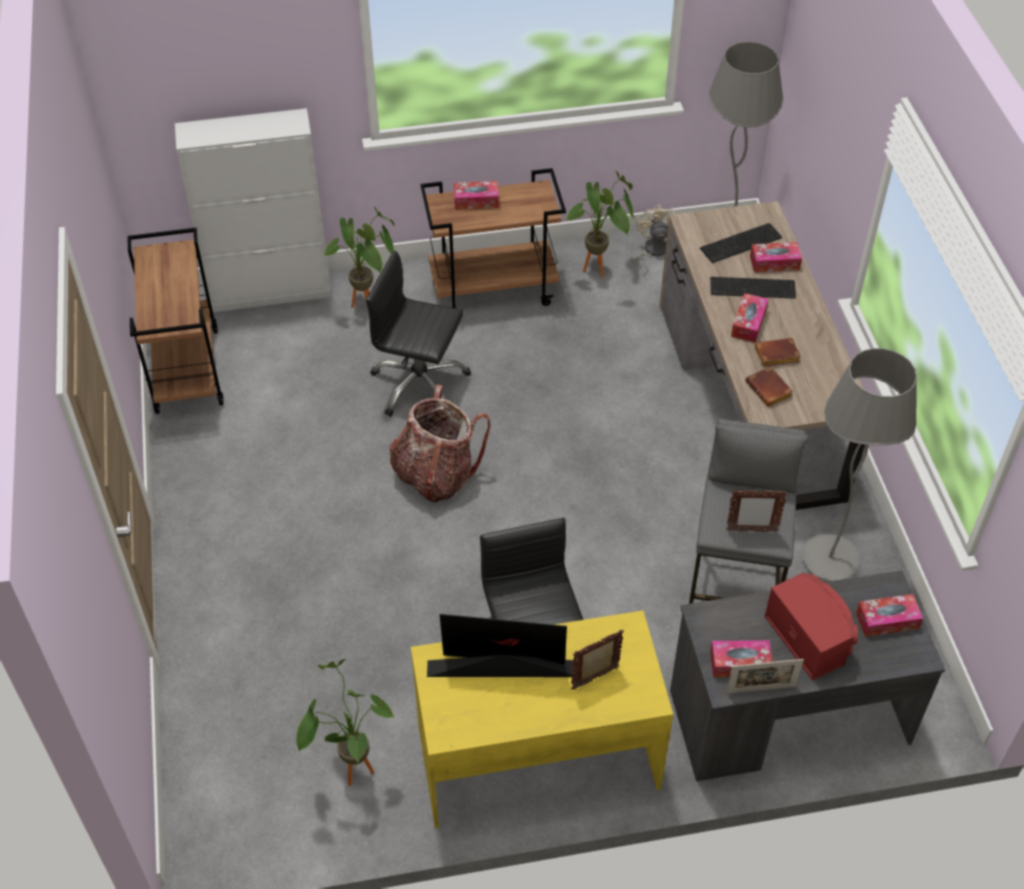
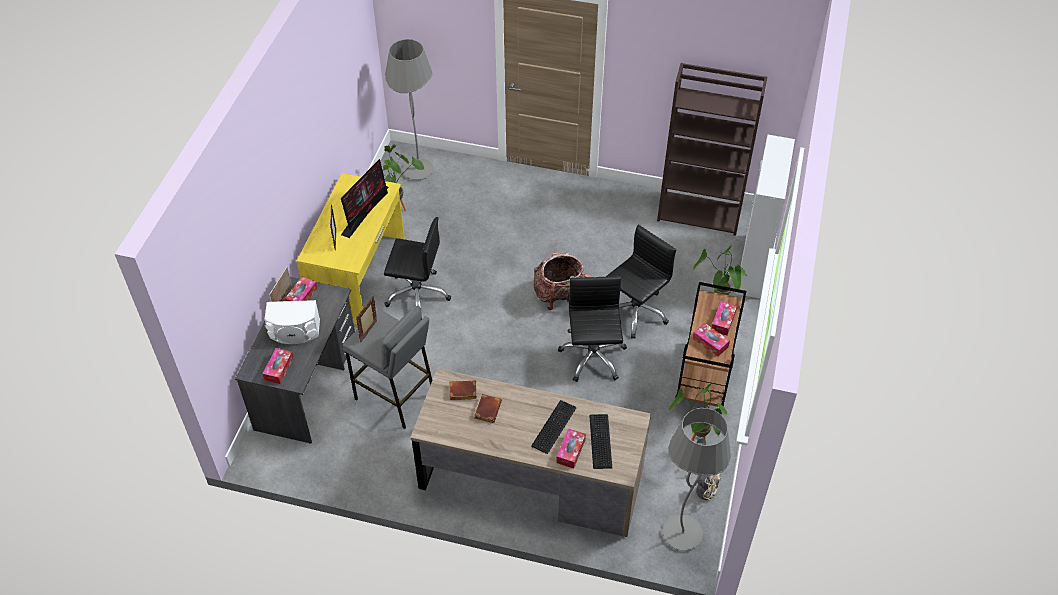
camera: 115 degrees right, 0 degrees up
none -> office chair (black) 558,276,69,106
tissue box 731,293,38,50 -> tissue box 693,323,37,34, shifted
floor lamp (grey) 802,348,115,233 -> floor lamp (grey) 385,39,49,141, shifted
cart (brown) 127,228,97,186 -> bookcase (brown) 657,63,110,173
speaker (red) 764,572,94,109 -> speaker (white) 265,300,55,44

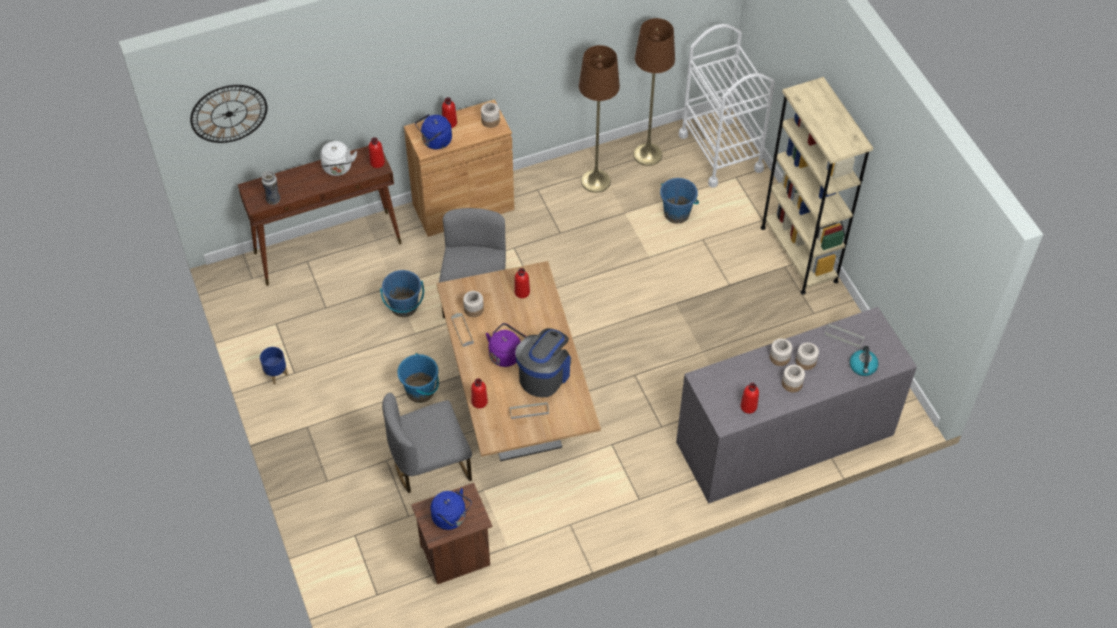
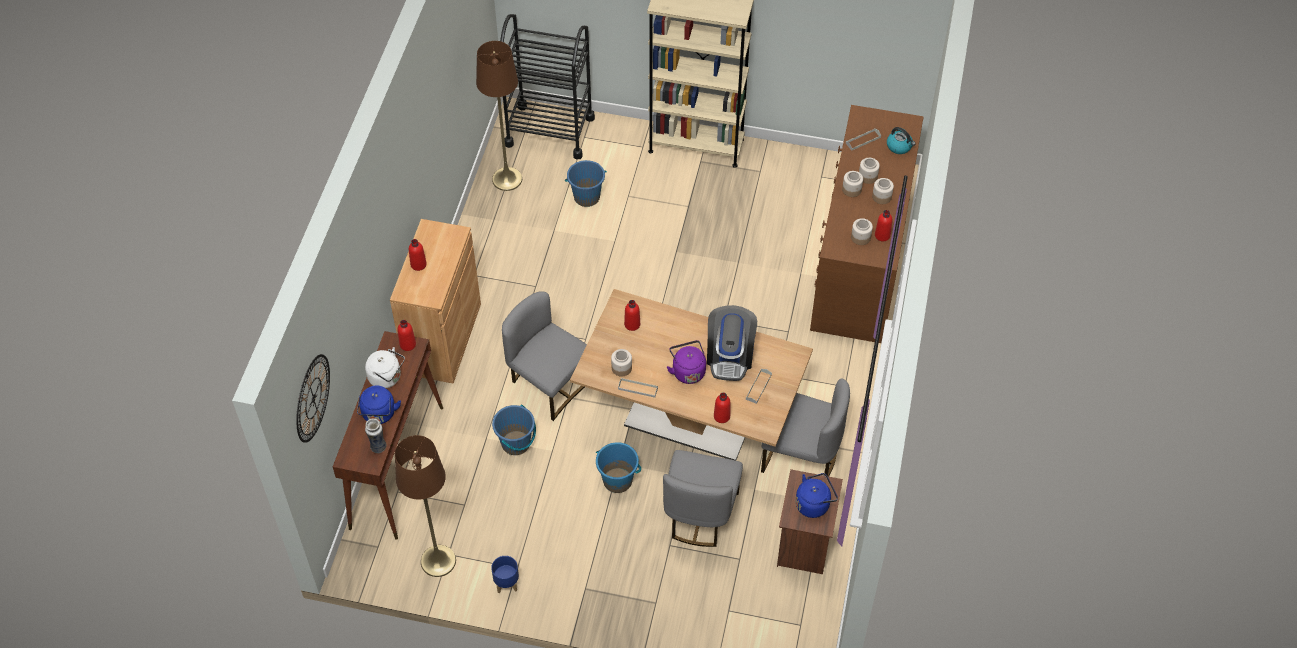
camera: 55 degrees left, 0 degrees up
none -> chair (grey) 761,378,89,98
kettle (blue) 415,114,37,35 -> kettle (blue) 357,385,44,39, shifted
jar 481,103,19,25 -> jar 851,218,22,27, shifted
floor lamp (brown) 579,45,41,148 -> floor lamp (brown) 395,435,61,142, shifted
dresser (grey) 676,307,241,196 -> dresser (brown) 810,105,114,238
cart (white) 679,24,96,164 -> cart (black) 500,14,95,145
coffee machine 515,328,56,69 -> coffee machine 707,305,50,76, 150 degrees counterclockwise

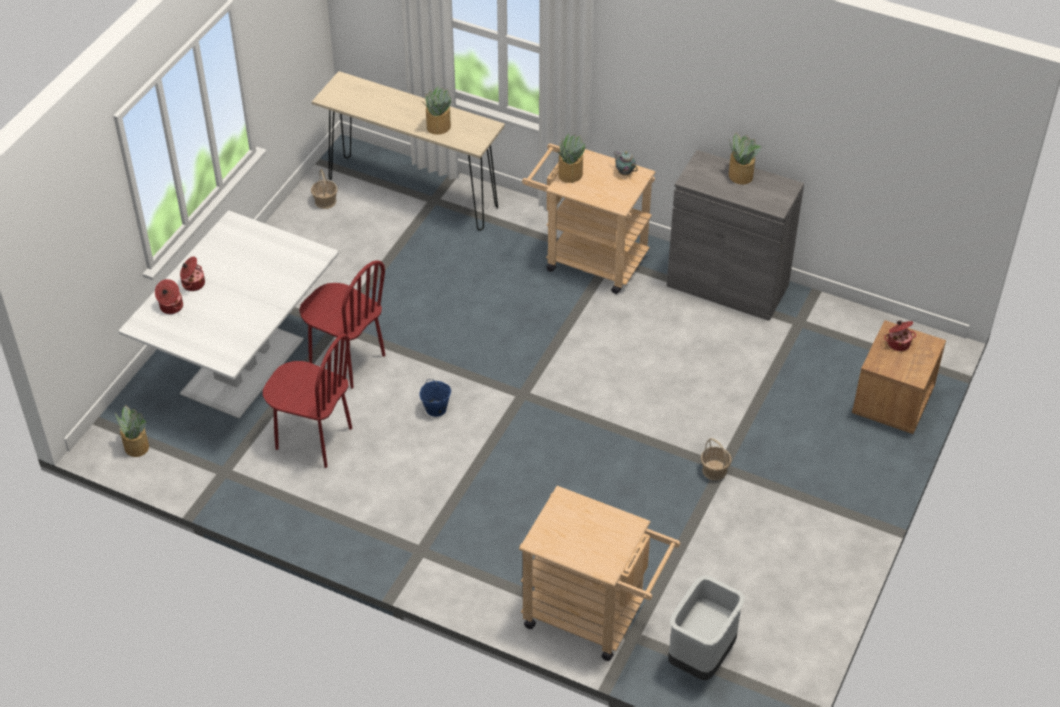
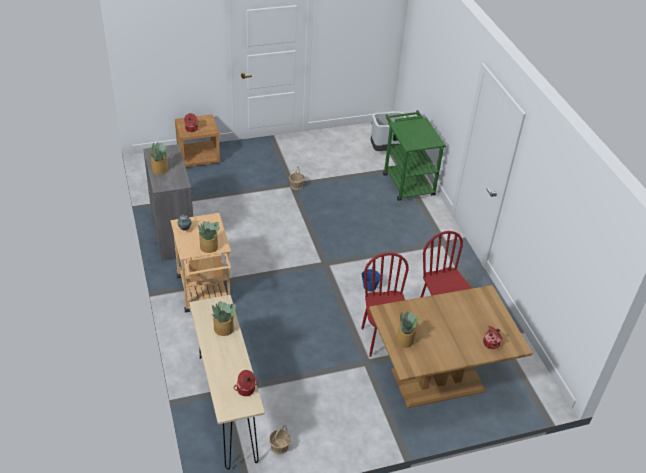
camera: 135 degrees left, 5 degrees down
potted plant 115,405,34,52 -> potted plant 396,311,23,37, shifted
cooking pot 180,256,25,35 -> cooking pot 234,370,24,26, shifted
dining table (white) 119,210,220,208 -> dining table (brown) 369,285,163,123
cart (beige) 519,486,161,175 -> cart (green) 383,110,63,91

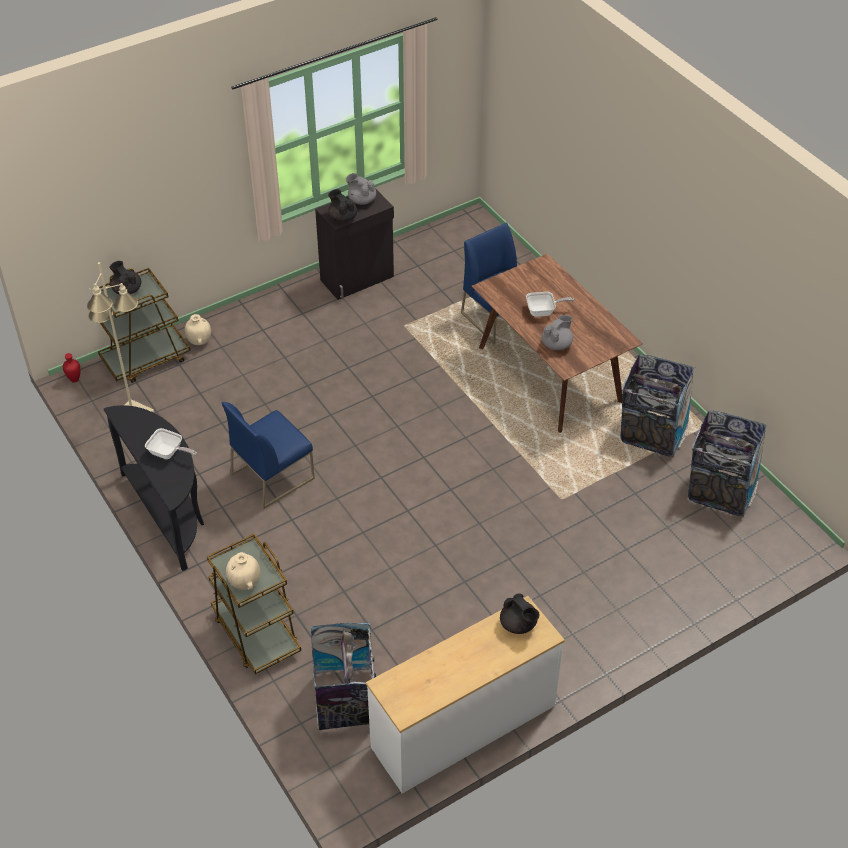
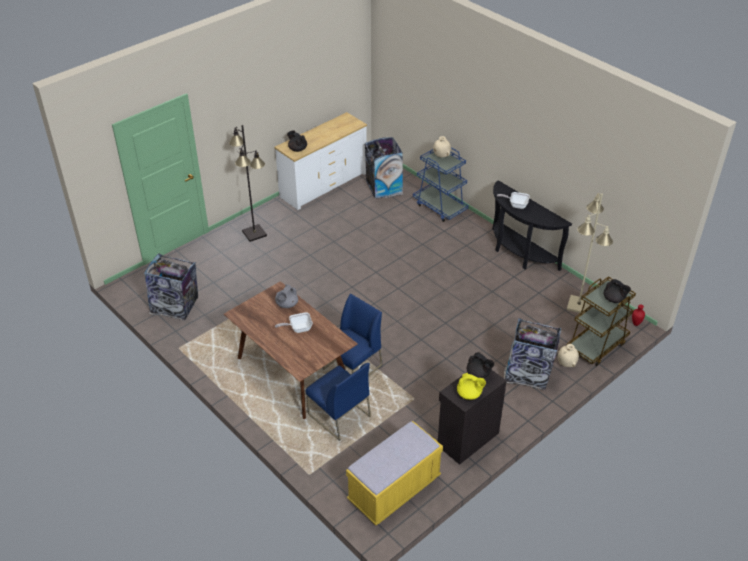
camera: 170 degrees right, 5 degrees down
none -> floor lamp (black) 229,125,38,117
none -> bench (yellow) 346,421,97,104
chair (blue) 221,402,94,107 -> chair (blue) 322,293,61,84, shifted
trash can 620,354,74,103 -> trash can 504,318,57,72, shifted
cart (brown) 207,534,94,140 -> cart (blue) 413,147,56,75
teapot (grey) 346,173,30,32 -> teapot (yellow) 457,373,29,27

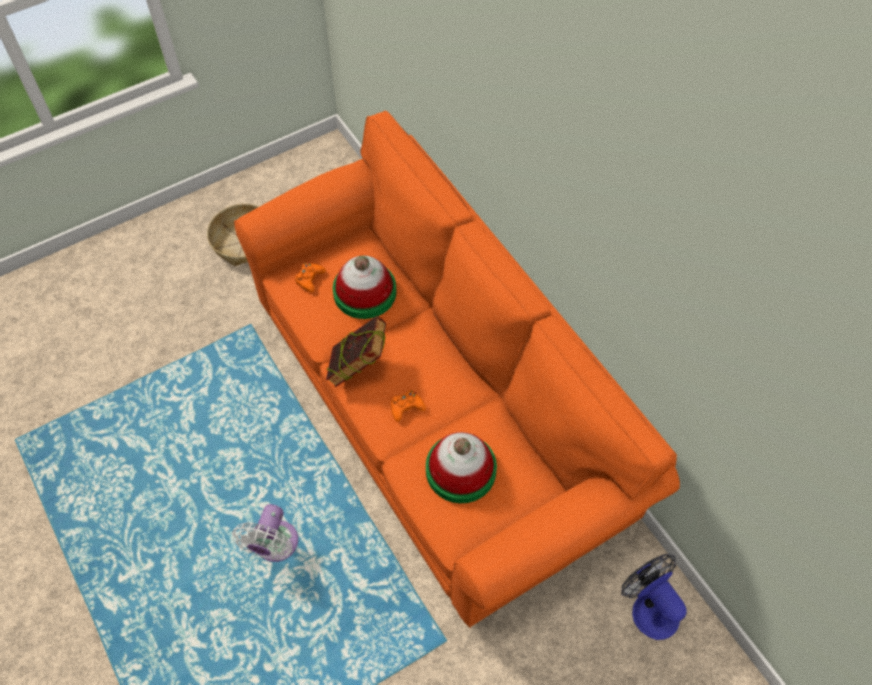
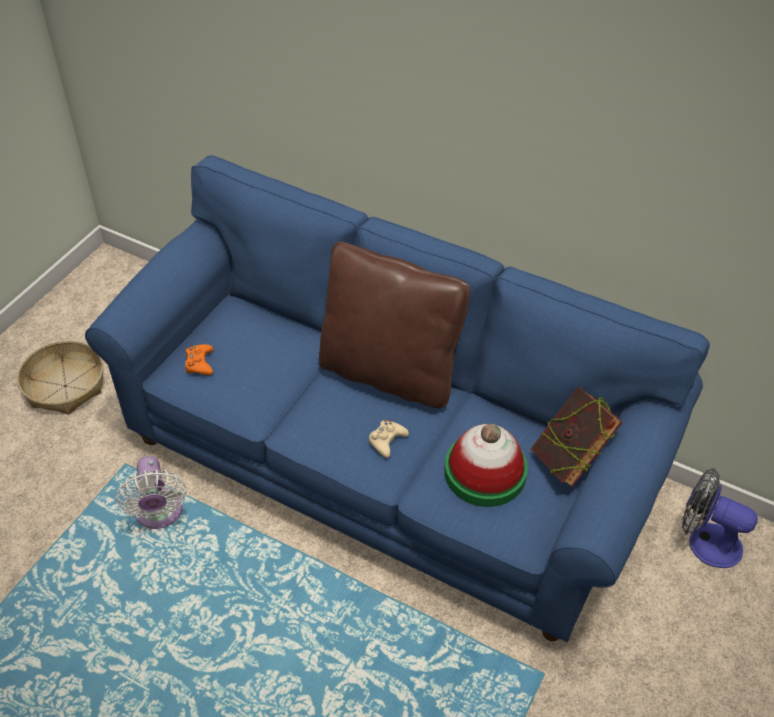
camera: 30 degrees left, 10 degrees down
hat 333,256,64,63 -> none
none -> pillow (brown) 319,242,151,166
fan (white) 232,504,66,58 -> fan (white) 115,456,72,73, shifted
book 326,316,60,71 -> book 531,387,92,100, shifted
sofa (orange) 234,111,446,517 -> sofa (blue) 85,155,625,487
game controller (orange) 391,390,35,32 -> game controller (beige) 369,420,40,38

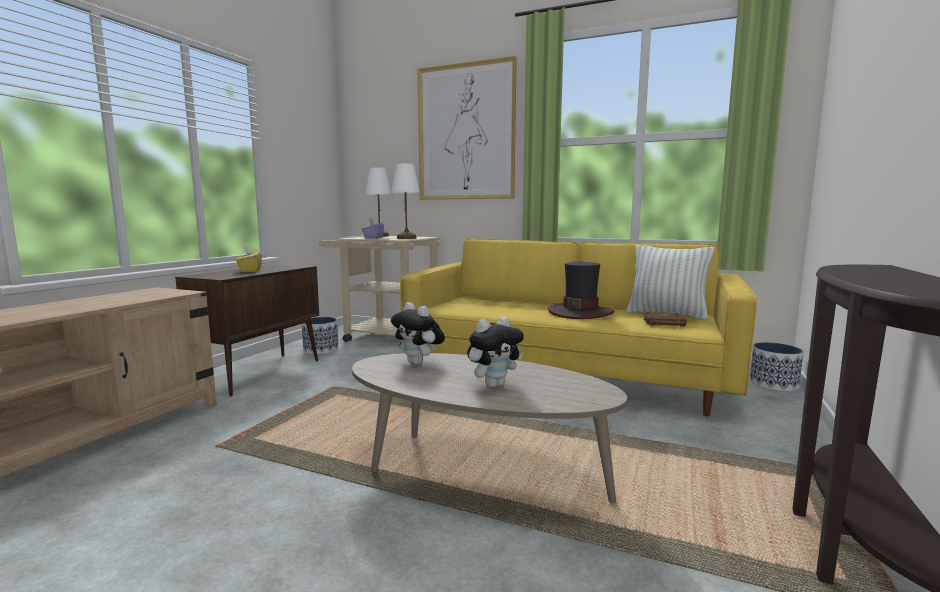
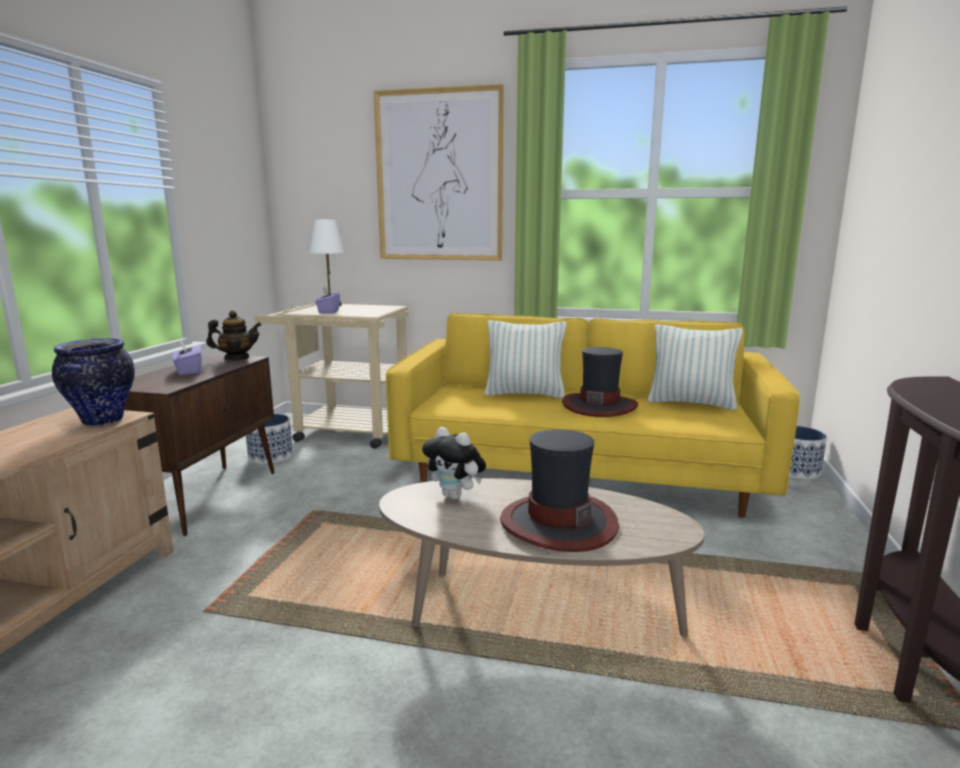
camera: 10 degrees left, 5 degrees up
table lamp (white) 391,163,29,76 -> none
book (brown) 643,312,44,15 -> none
none -> vase 52,338,83,88
none -> teapot 206,310,55,50
none -> pillow 484,320,83,79
plush toy 467,317,57,71 -> hat 500,429,119,123
tissue box (yellow) 236,246,26,26 -> tissue box (purple) 172,339,30,36

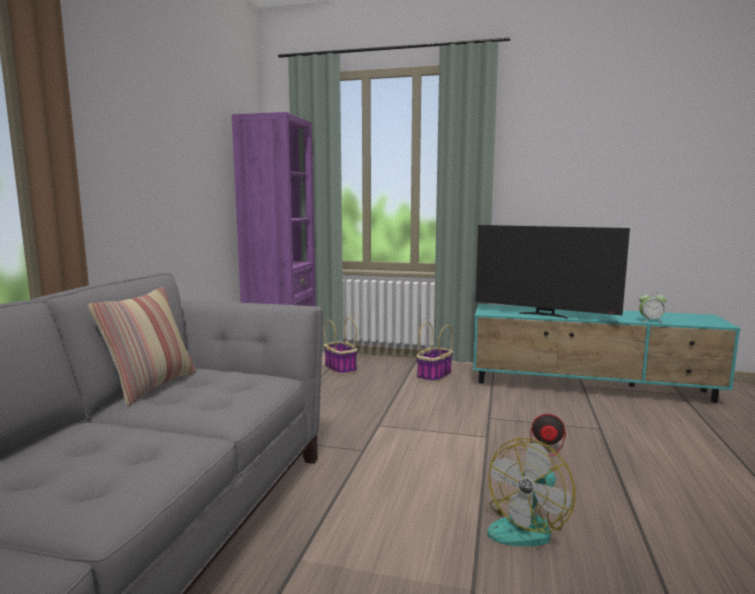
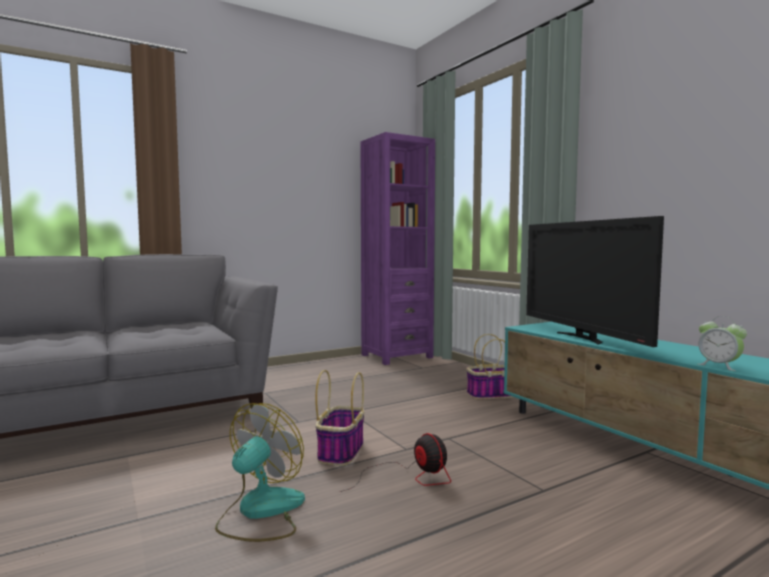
camera: 45 degrees right, 5 degrees down
pillow 88,287,108,119 -> none
basket 324,317,33,58 -> basket 315,370,49,96, shifted
fan 487,438,89,108 -> fan 215,403,90,139, 120 degrees clockwise

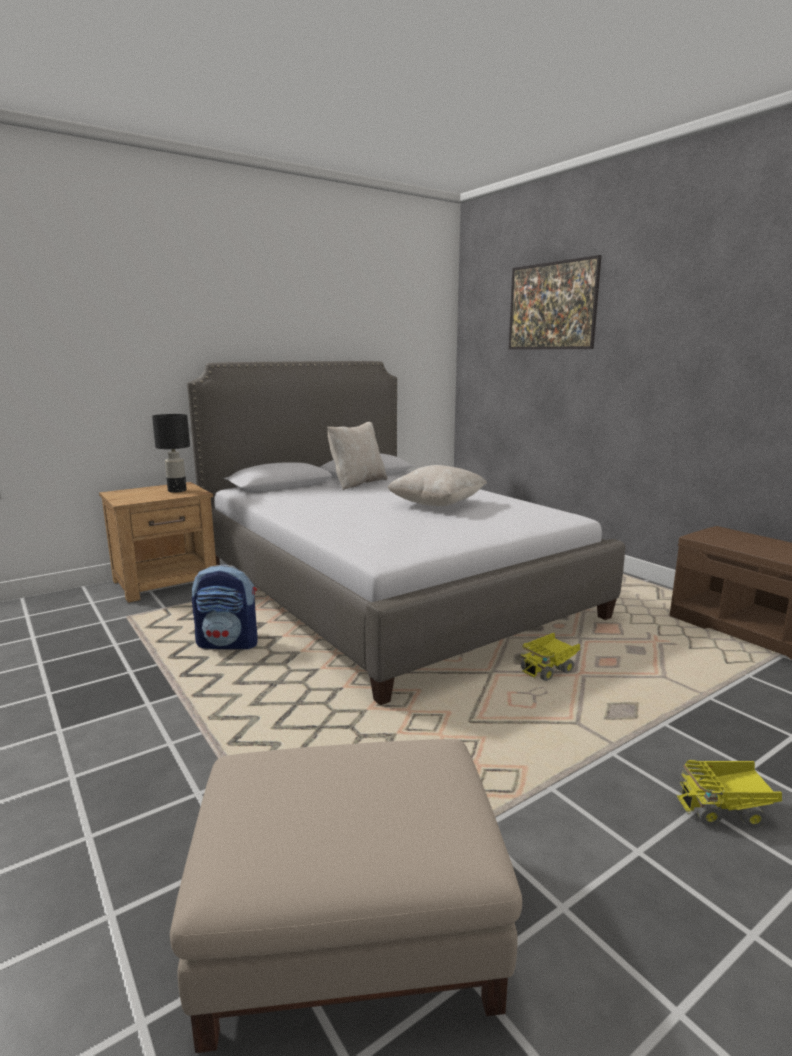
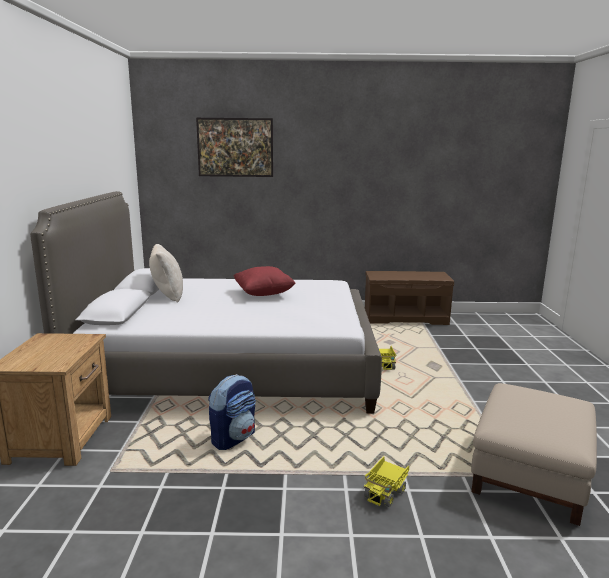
camera: 55 degrees left, 0 degrees up
table lamp (black) 152,414,38,79 -> none
toy truck 677,760,105,68 -> toy truck 364,456,45,51, shifted
pillow (beige) 387,465,100,41 -> pillow (red) 234,266,62,30

